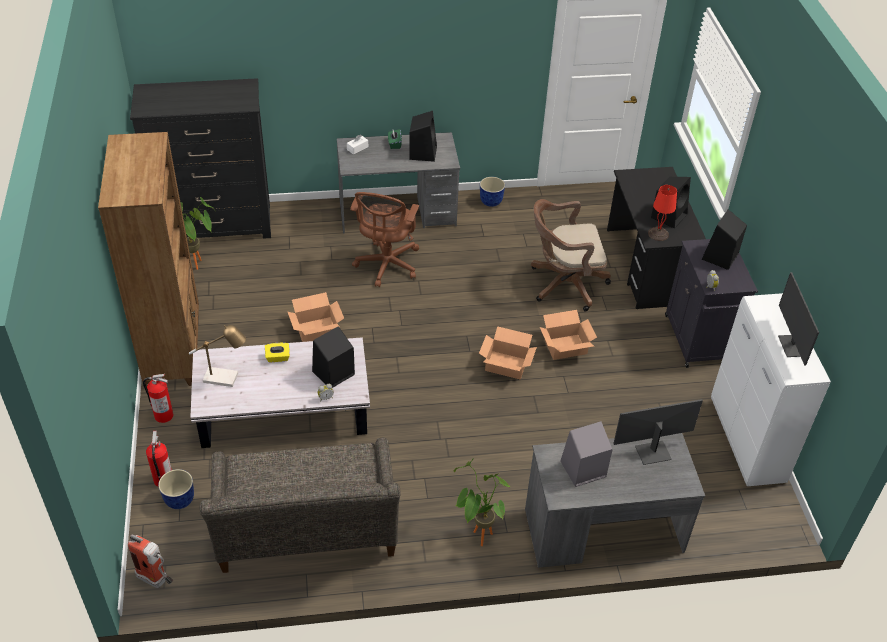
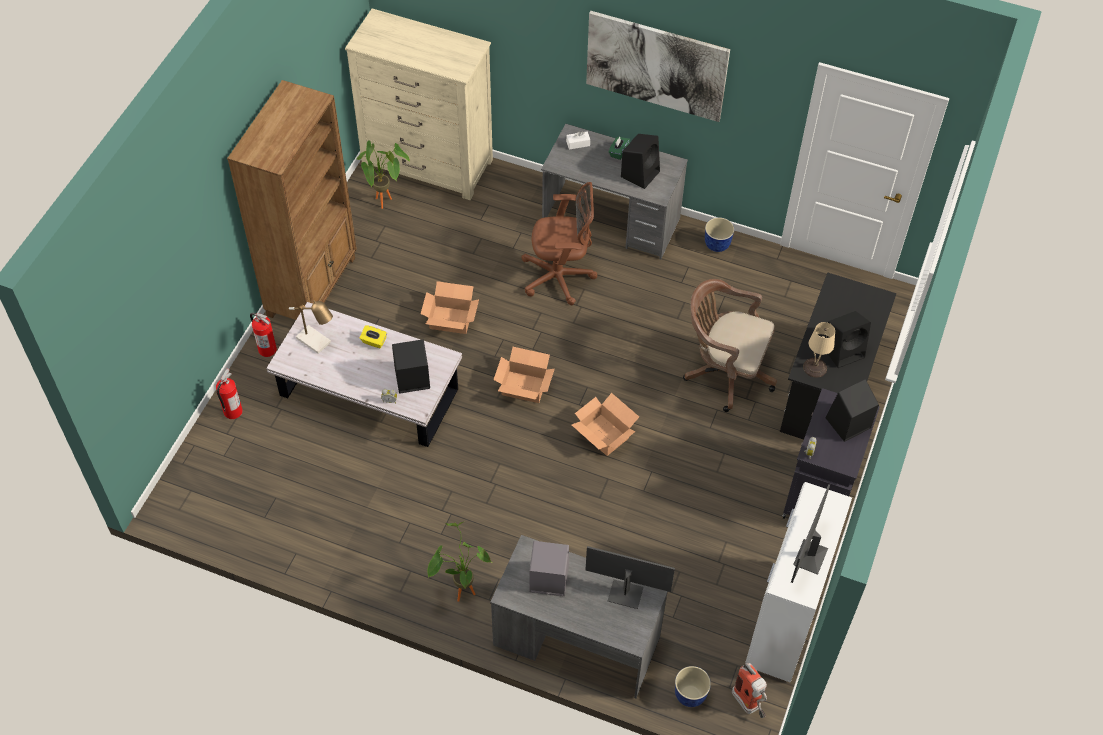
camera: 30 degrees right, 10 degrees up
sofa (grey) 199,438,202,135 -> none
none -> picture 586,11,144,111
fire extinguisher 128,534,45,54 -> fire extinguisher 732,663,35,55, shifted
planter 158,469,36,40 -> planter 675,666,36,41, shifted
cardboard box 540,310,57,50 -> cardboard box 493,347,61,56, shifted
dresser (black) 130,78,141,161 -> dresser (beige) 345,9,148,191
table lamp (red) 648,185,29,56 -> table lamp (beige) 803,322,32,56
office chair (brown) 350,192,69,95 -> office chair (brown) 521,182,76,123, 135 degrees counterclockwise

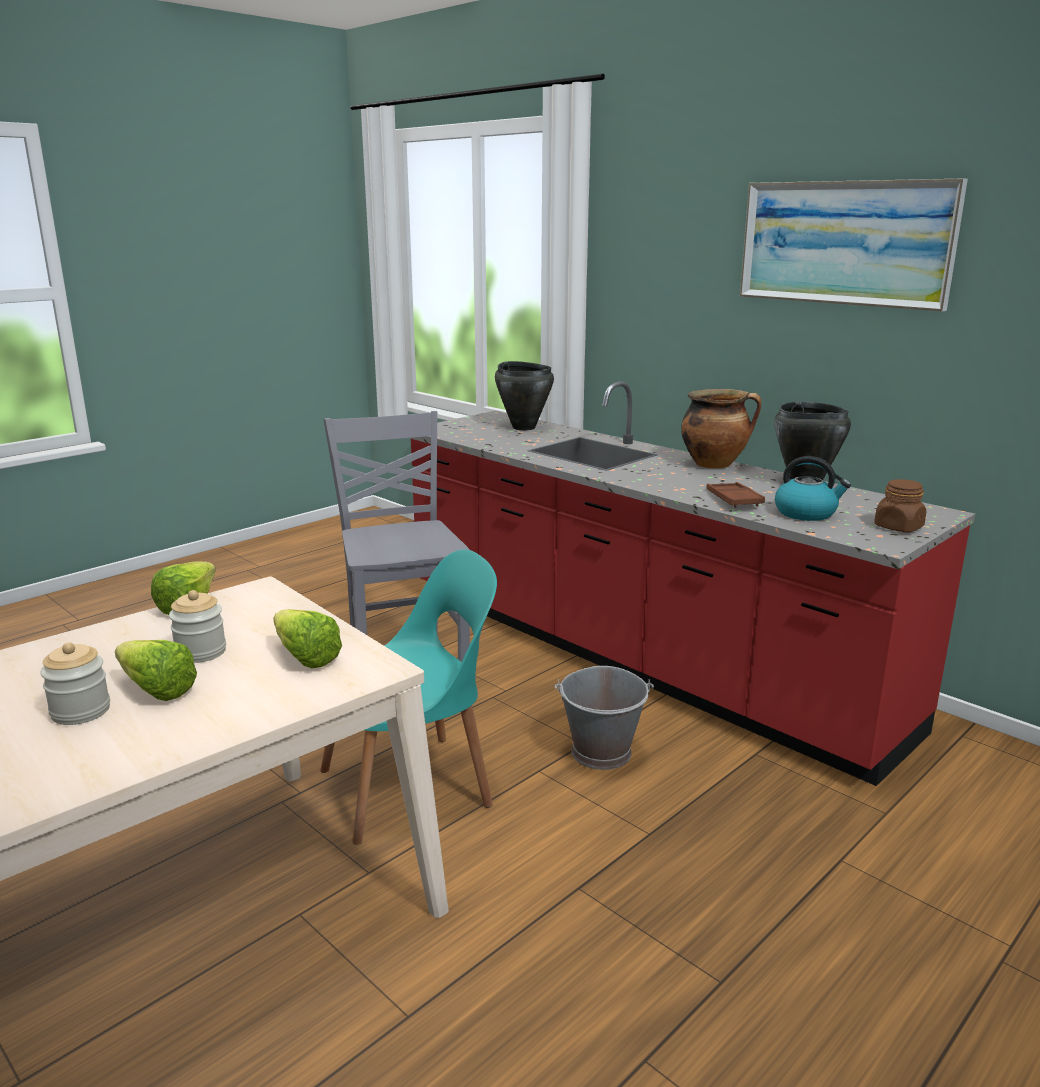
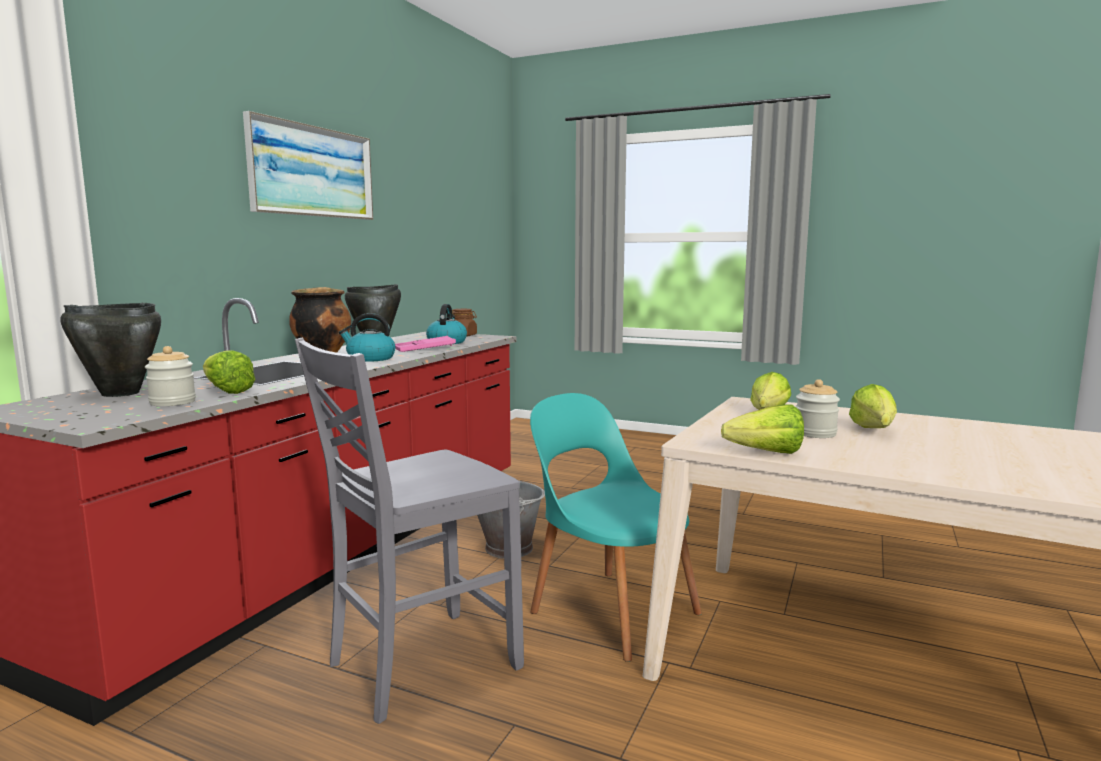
camera: 110 degrees left, 10 degrees down
none -> lettuce 203,350,52,44
none -> kettle 339,313,57,49
jar 40,642,70,83 -> jar 145,346,51,60, shifted
tray (brown) 707,482,58,26 -> tray (pink) 395,336,61,16

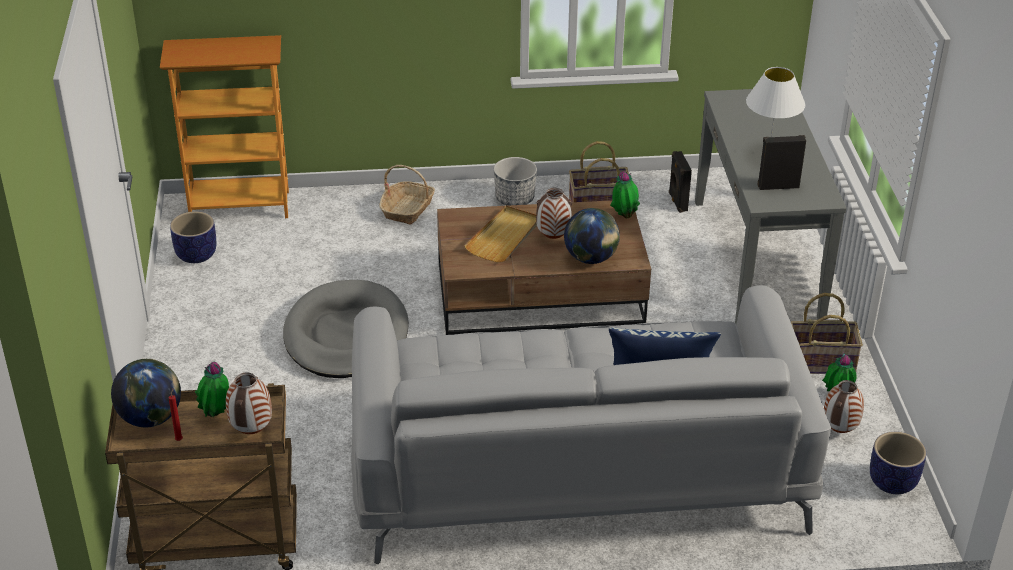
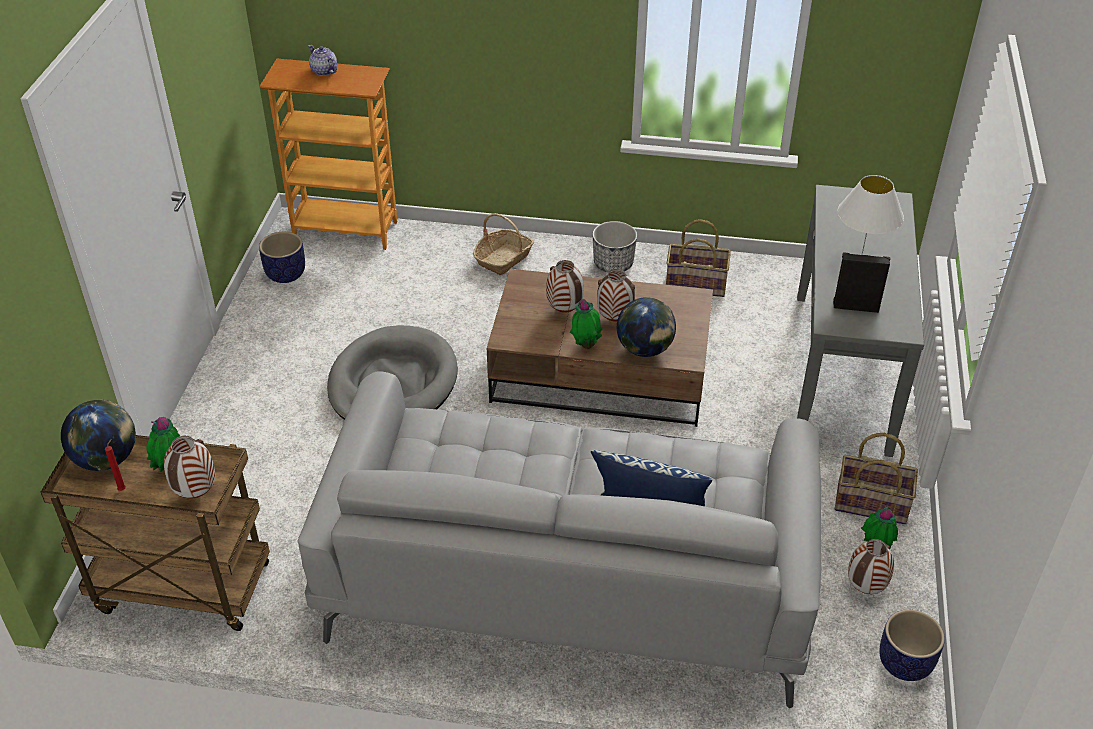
camera: 15 degrees right, 5 degrees up
speaker (black) 669,151,23,62 -> none
none -> teapot 309,45,28,31
potted plant 610,171,30,47 -> potted plant 570,299,33,50, shifted
tray (beige) 464,205,73,57 -> vase 546,260,38,53

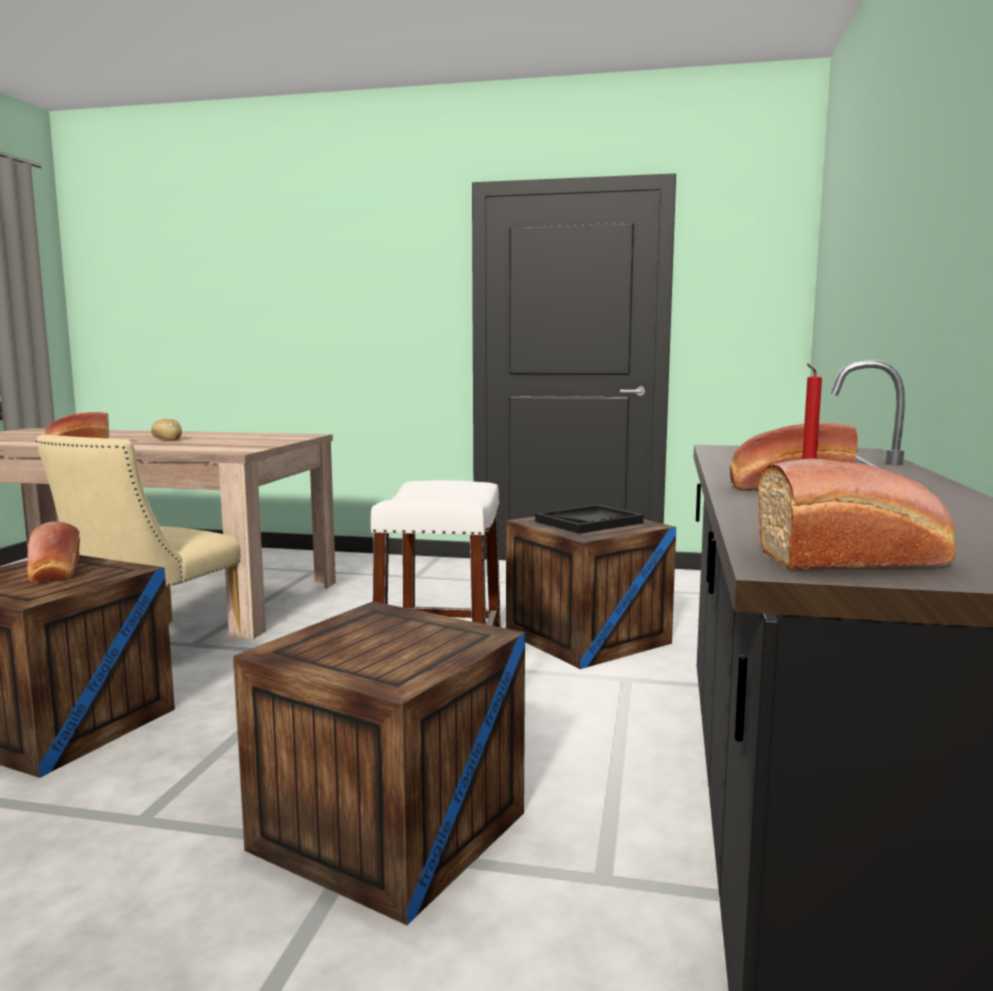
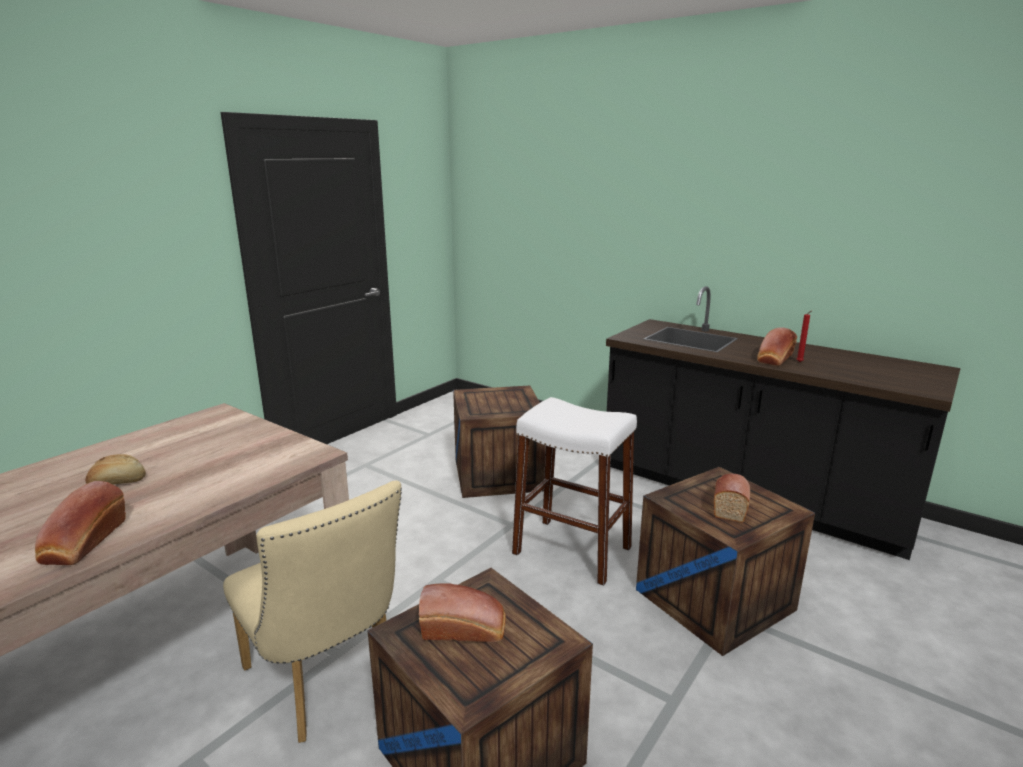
camera: 65 degrees left, 10 degrees up
tray (black) 535,505,109,29 -> none
bread 758,458,198,111 -> bread 714,474,36,49, shifted

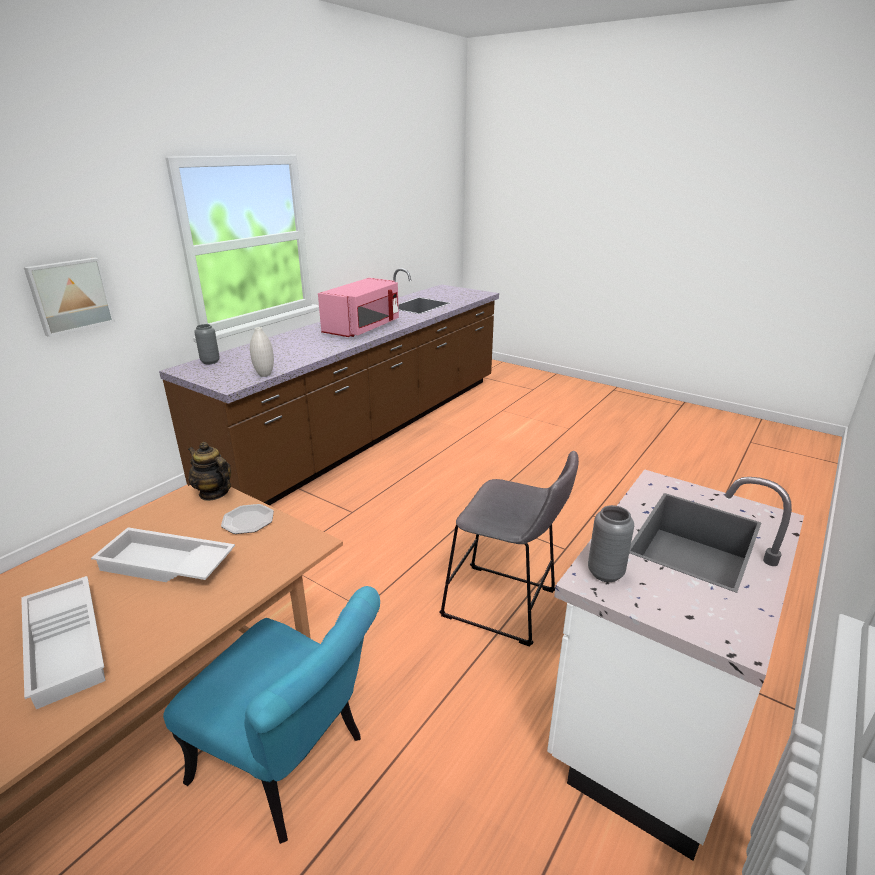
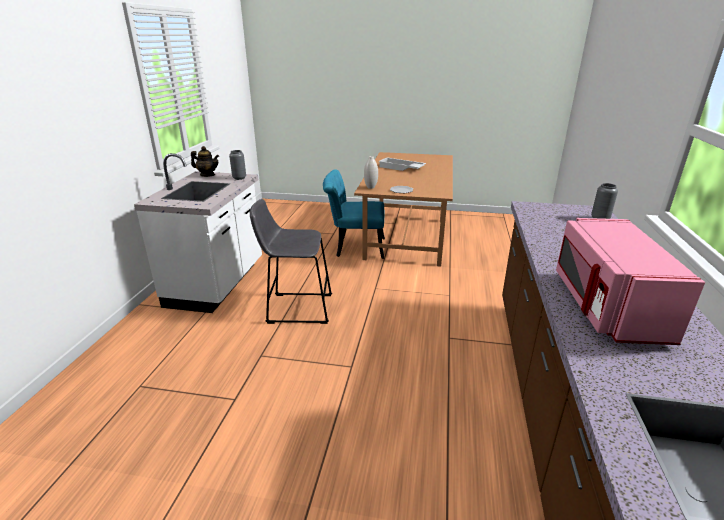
camera: 155 degrees right, 0 degrees up
picture 24,257,91,80 -> none
tray (white) 91,527,144,55 -> none
teapot 188,442,43,59 -> teapot 191,146,28,31, shifted
vase (white) 250,327,24,50 -> vase (white) 364,156,14,33, shifted

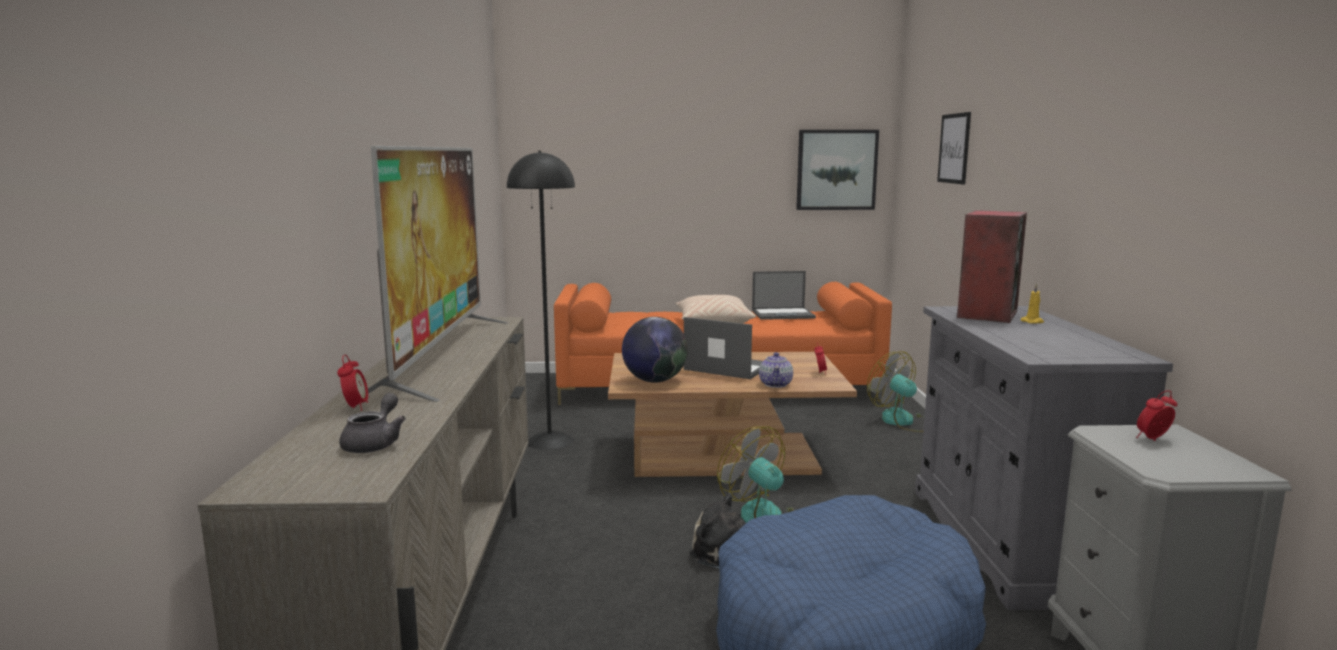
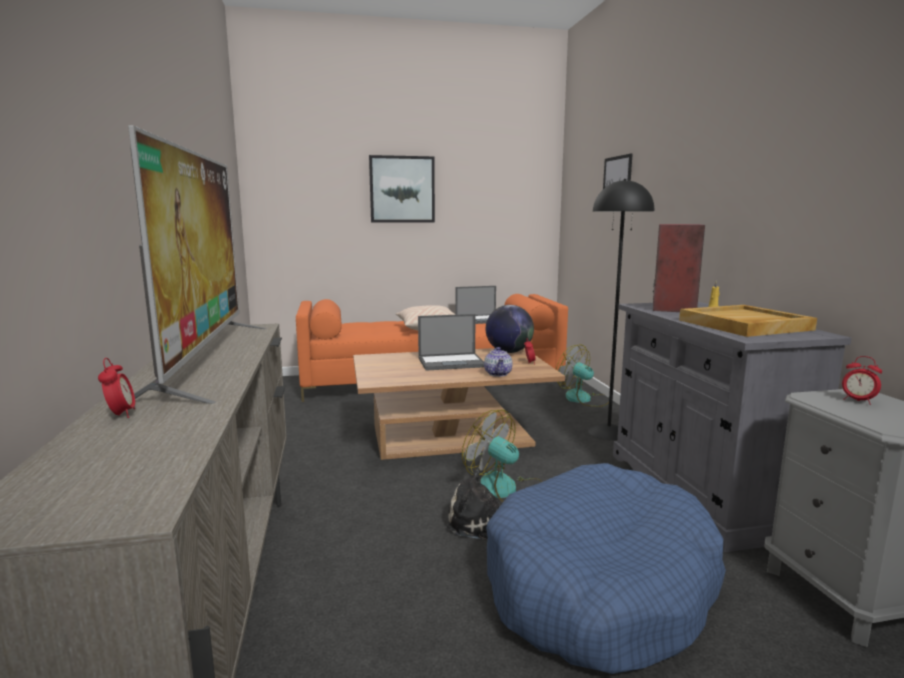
camera: 10 degrees left, 0 degrees up
teapot (grey) 339,393,67,60 -> none
none -> tray (beige) 679,305,138,32
floor lamp (black) 507,151,68,299 -> floor lamp (black) 588,179,66,261, shifted
globe 622,317,66,66 -> globe 486,305,48,48, shifted
picture 796,130,83,80 -> picture 369,155,66,68, shifted
laptop 684,317,79,62 -> laptop 418,314,66,57, 150 degrees clockwise
alarm clock 1136,391,42,50 -> alarm clock 842,356,40,49, 105 degrees counterclockwise

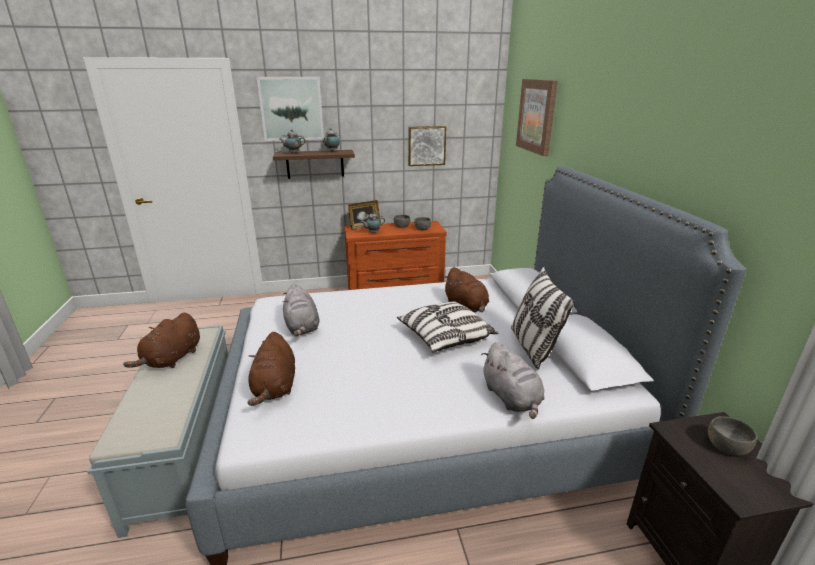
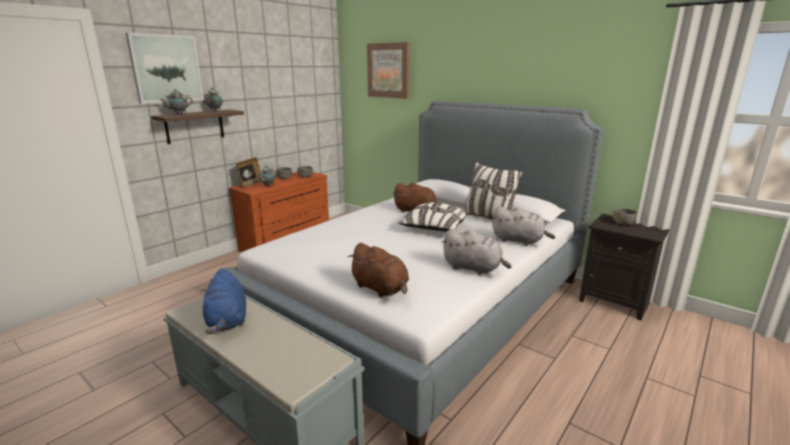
camera: 40 degrees left, 5 degrees down
picture 408,126,38,40 -> none
plush toy (grey) 282,284,37,52 -> plush toy (grey) 441,229,71,46, shifted
plush toy (brown) 123,313,77,55 -> plush toy (blue) 201,269,45,65

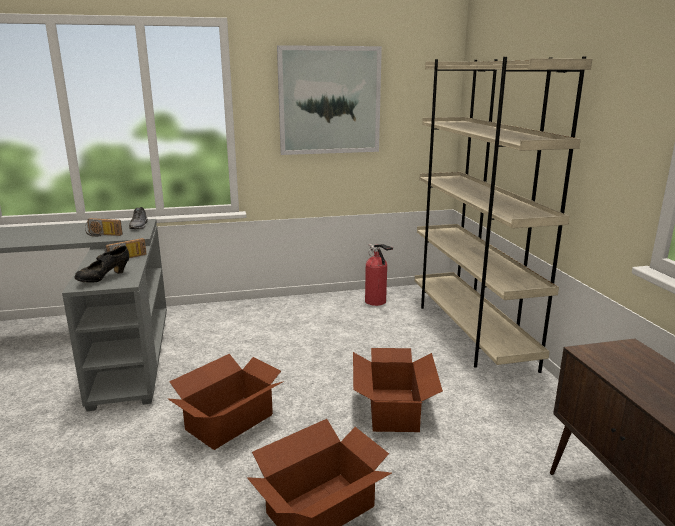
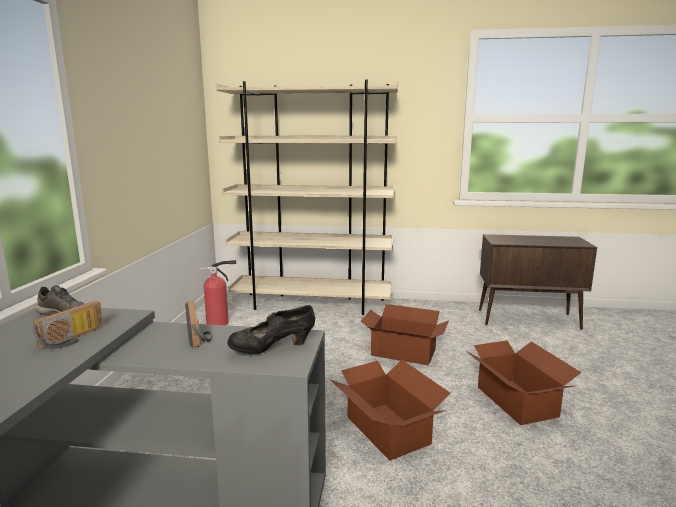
camera: 70 degrees left, 5 degrees down
picture 277,45,105,110 -> none
shoe (black) 74,246,55,37 -> shoe (black) 227,305,88,49, 105 degrees clockwise

